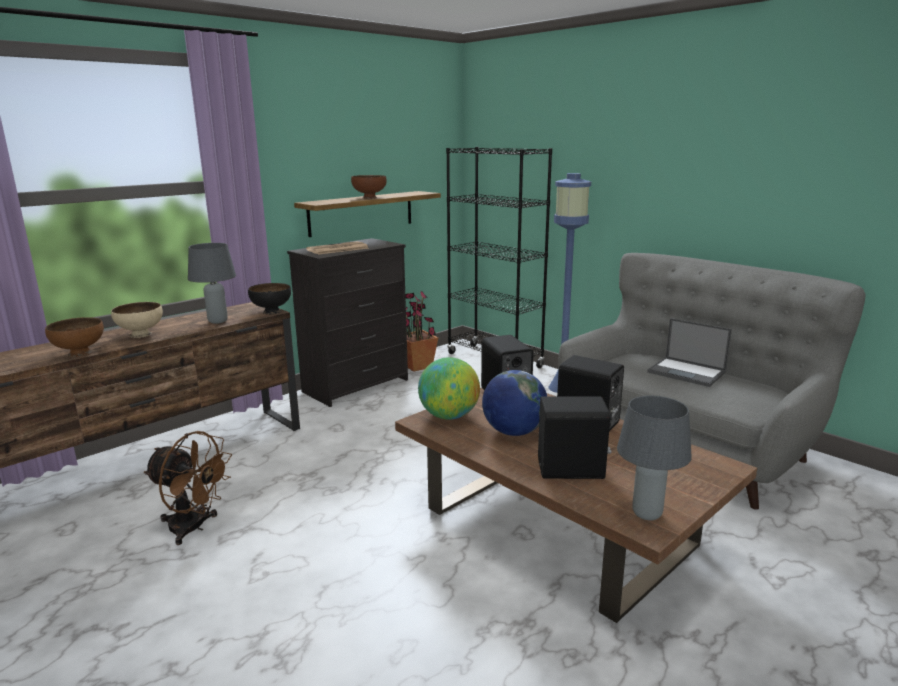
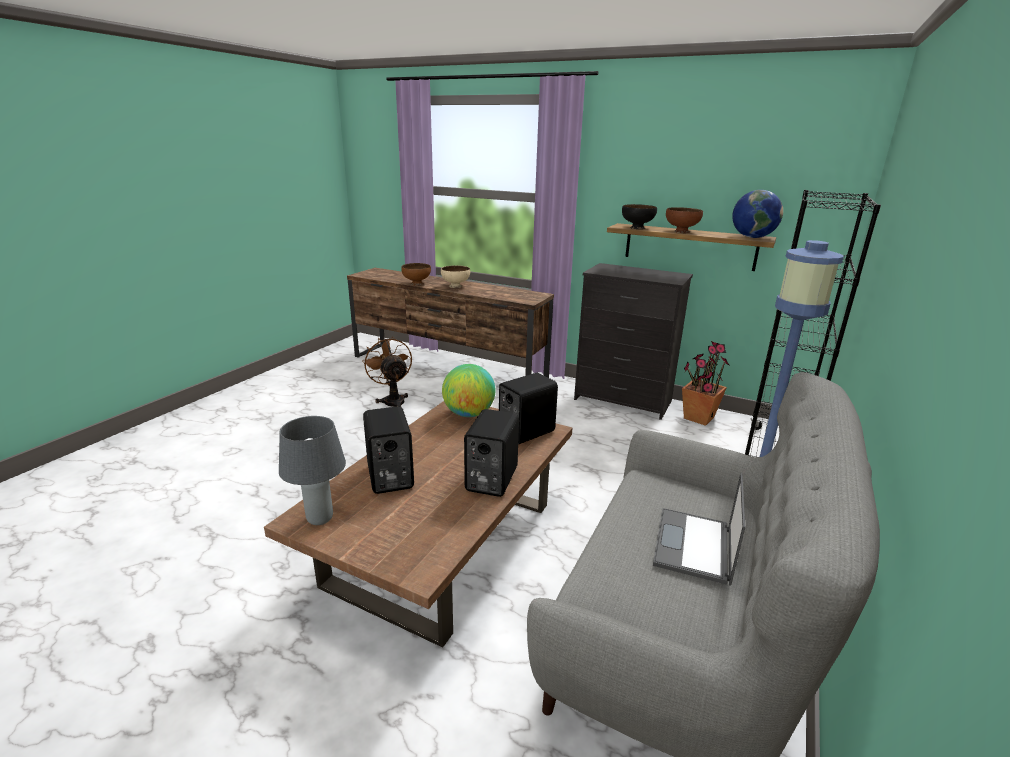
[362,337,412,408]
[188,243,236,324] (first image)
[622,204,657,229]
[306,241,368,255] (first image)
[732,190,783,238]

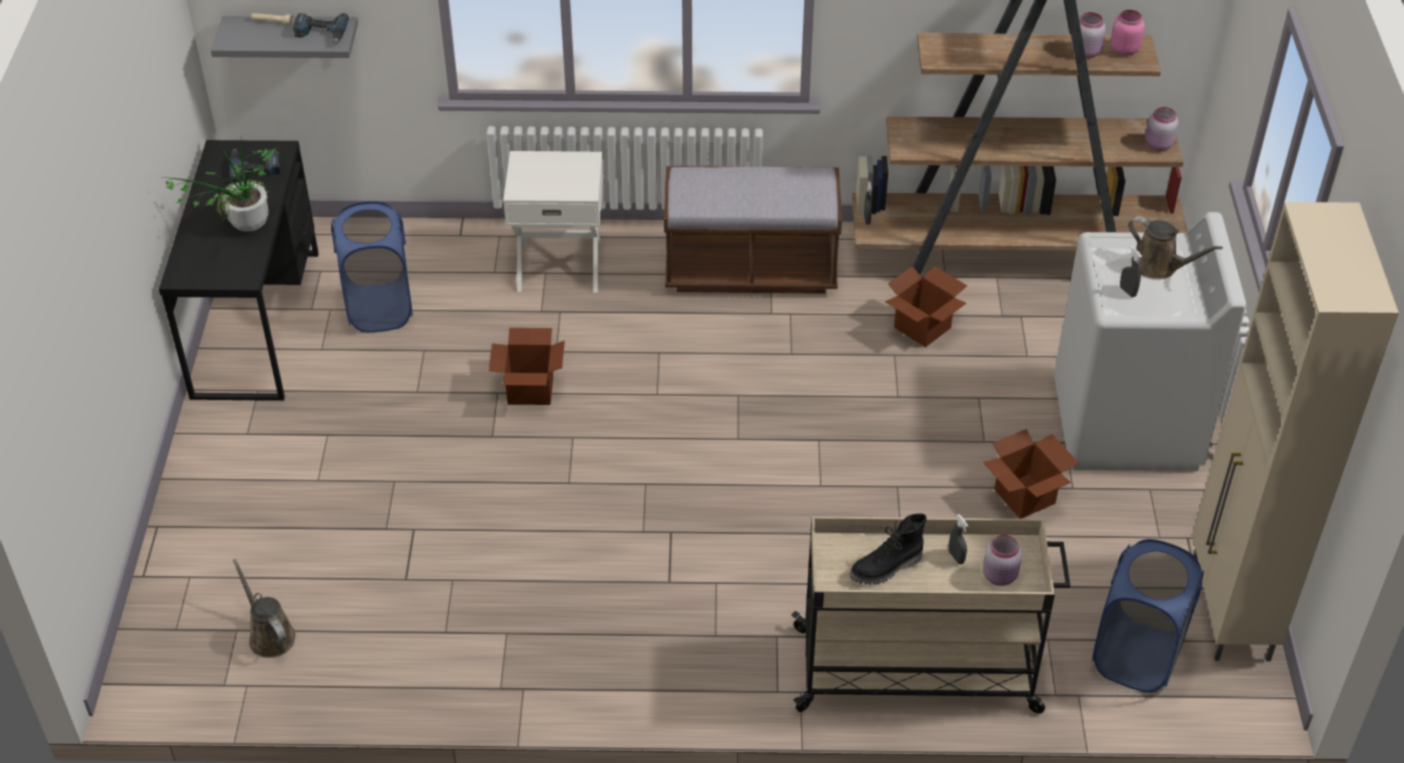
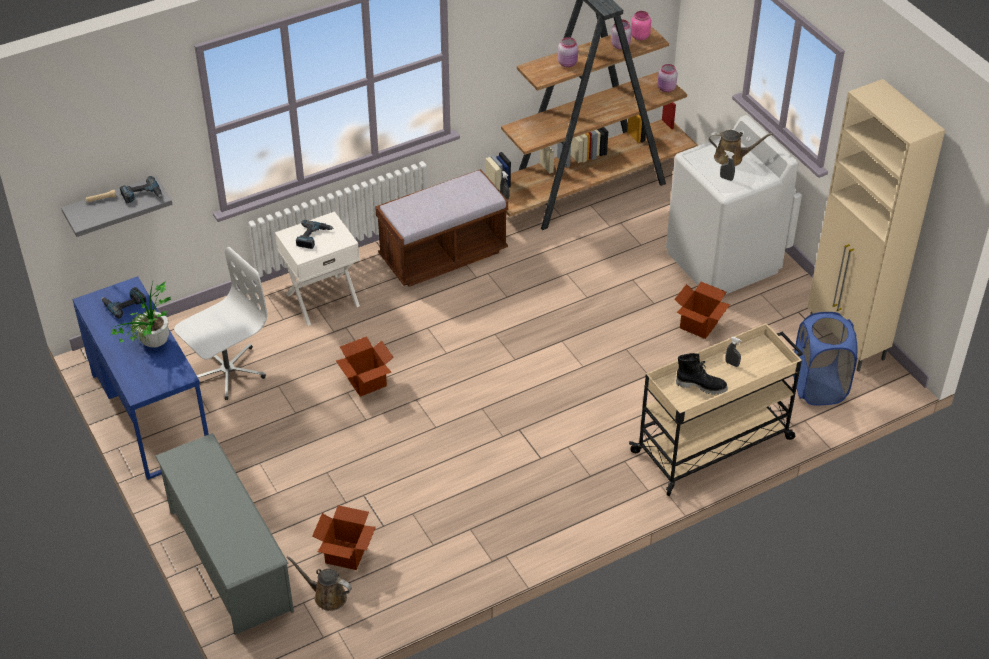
[73,276,209,480]
[174,247,268,400]
[676,353,728,395]
[312,505,376,570]
[558,37,578,67]
[155,433,294,635]
[296,220,334,249]

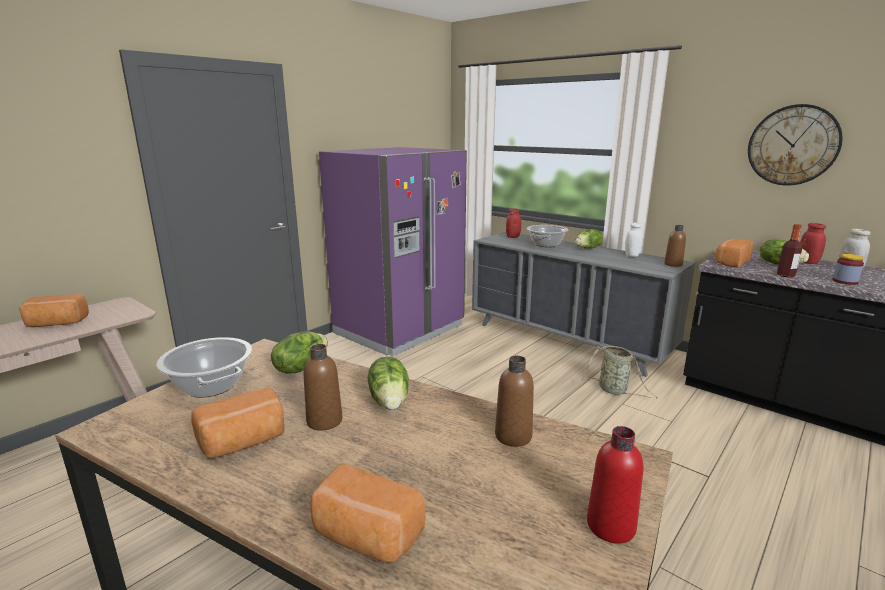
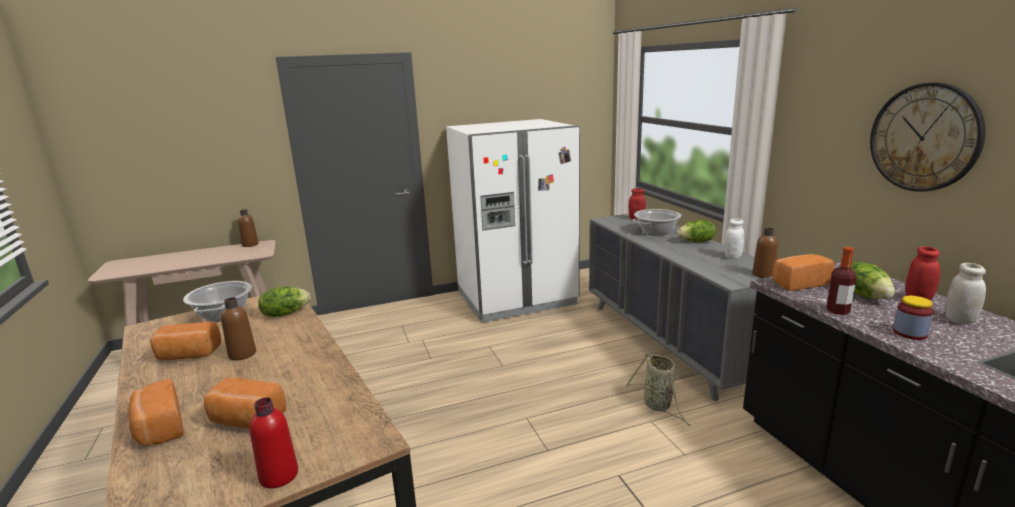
[204,377,286,428]
[446,119,580,322]
[368,356,409,410] (first image)
[238,209,259,247]

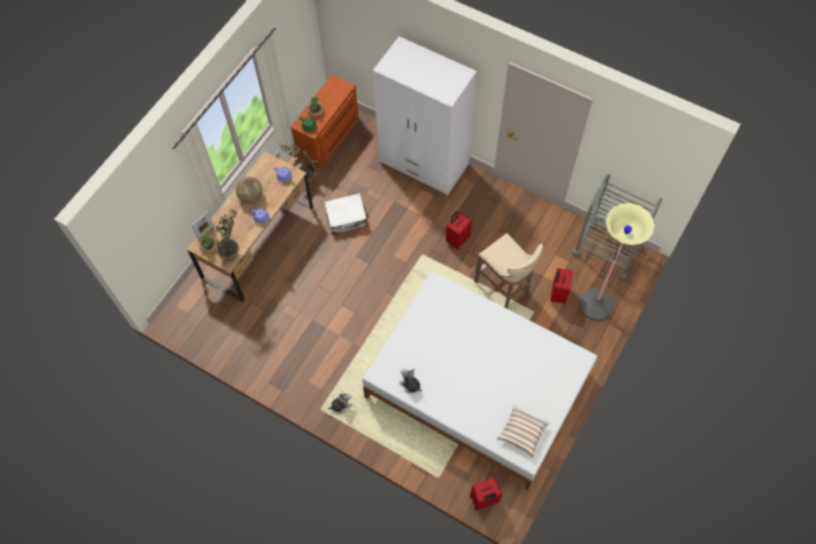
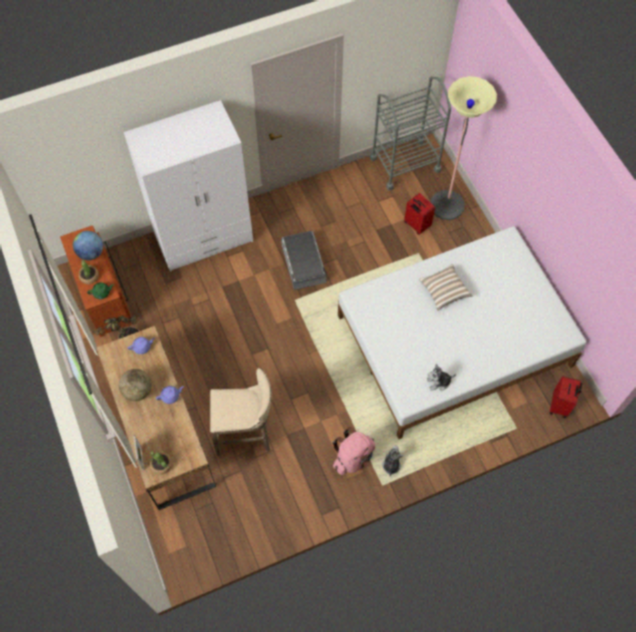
[216,208,239,261] (first image)
[324,193,368,235] (first image)
[281,231,327,290]
[210,368,272,456]
[419,264,473,311]
[73,231,103,260]
[332,427,375,475]

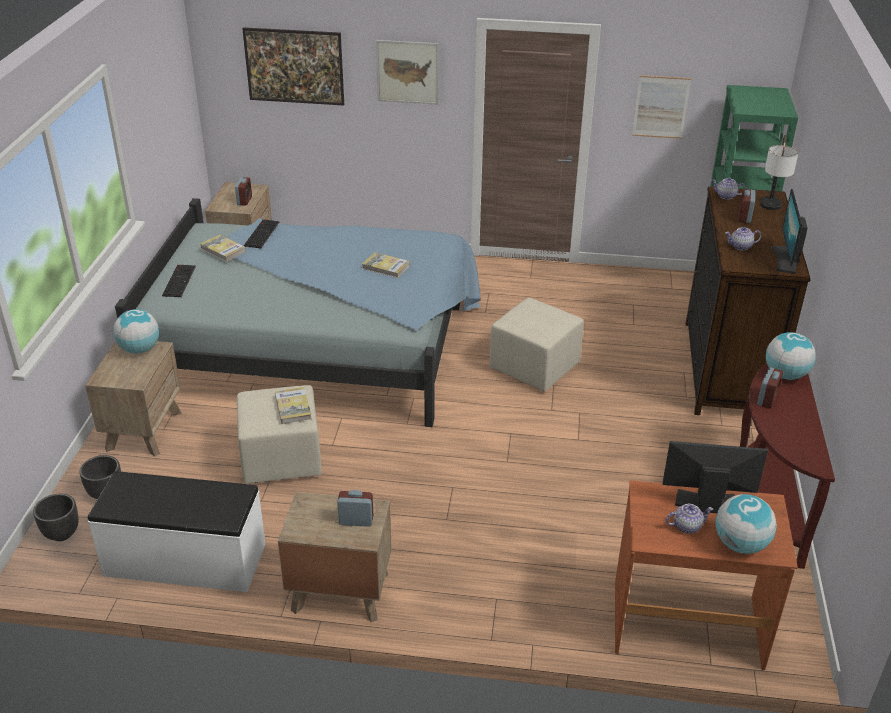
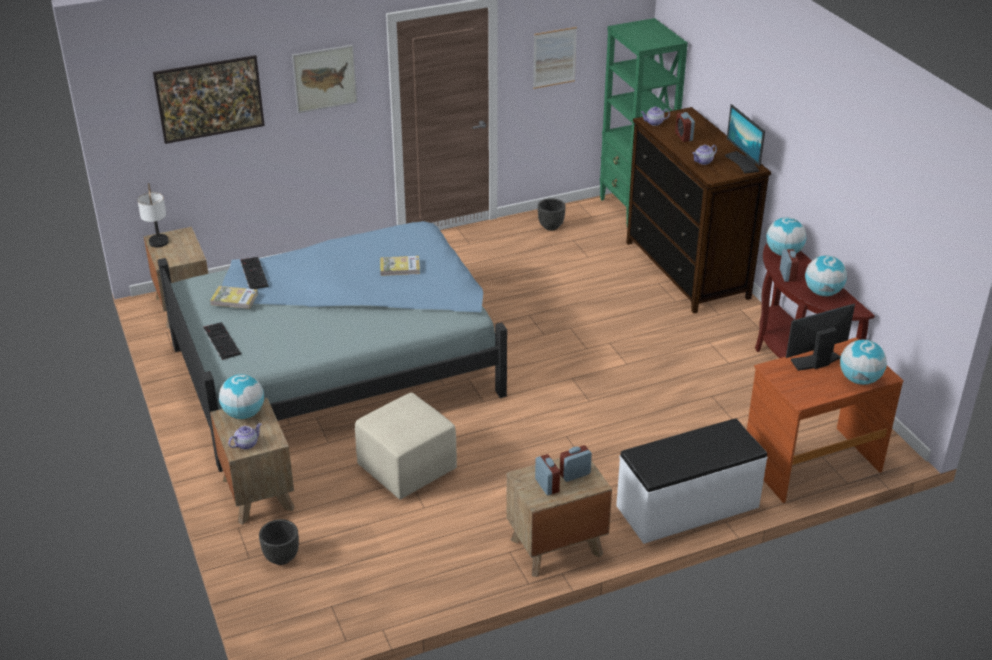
[538,198,565,231]
[616,418,768,544]
[535,454,560,496]
[275,387,312,424] (first image)
[489,298,584,392] (first image)
[228,423,261,450]
[137,183,169,248]
[805,255,847,296]

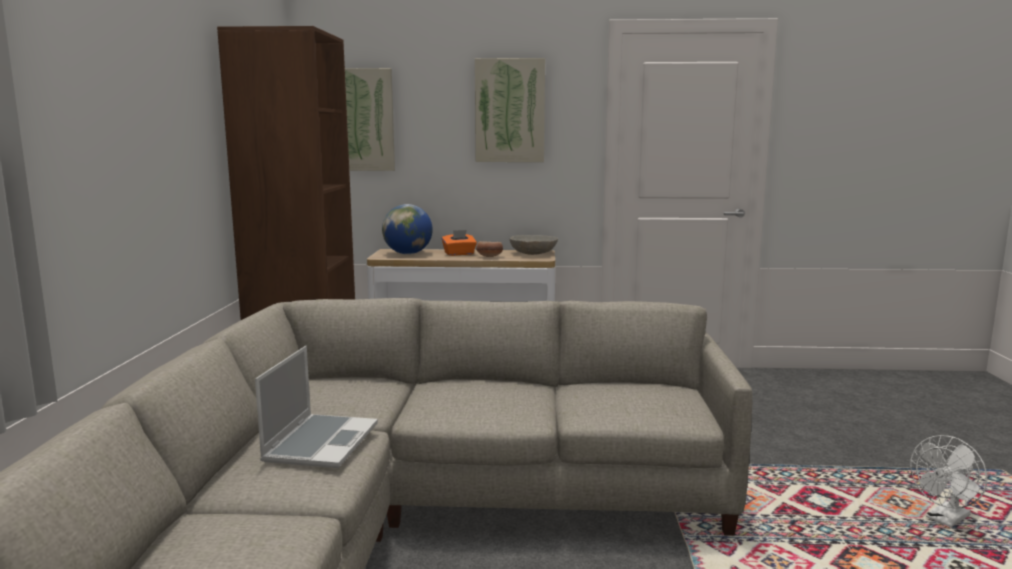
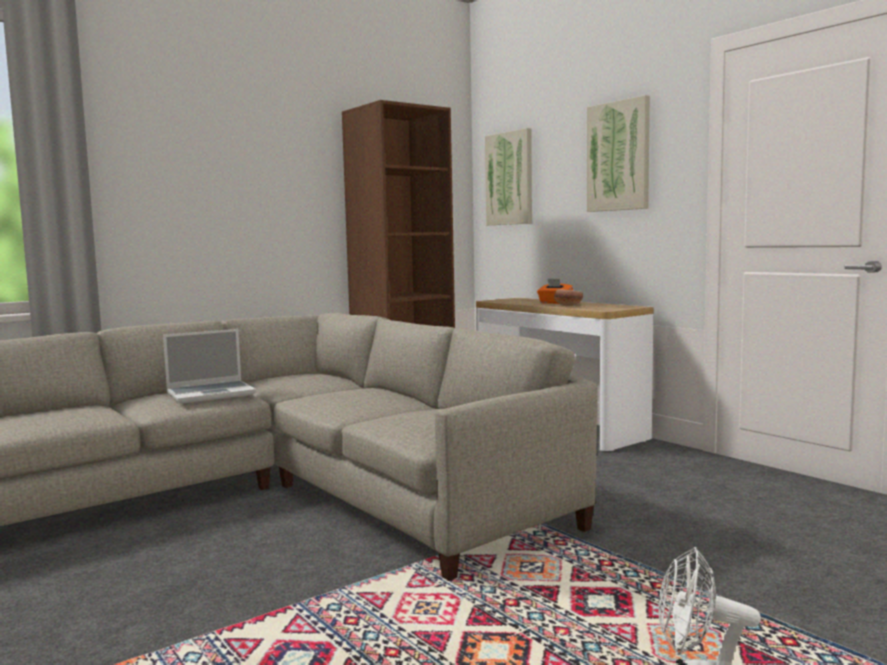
[382,204,433,254] (first image)
[510,235,558,255] (first image)

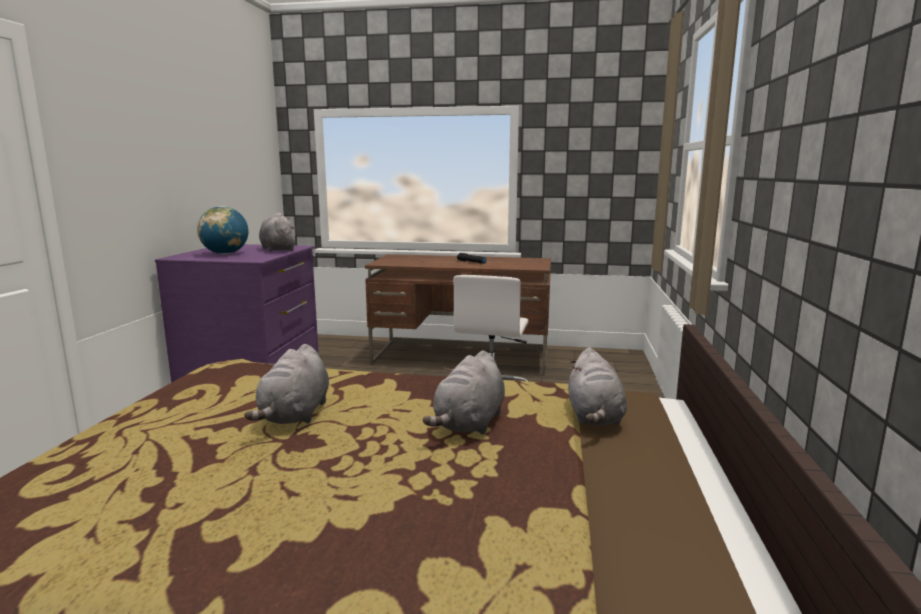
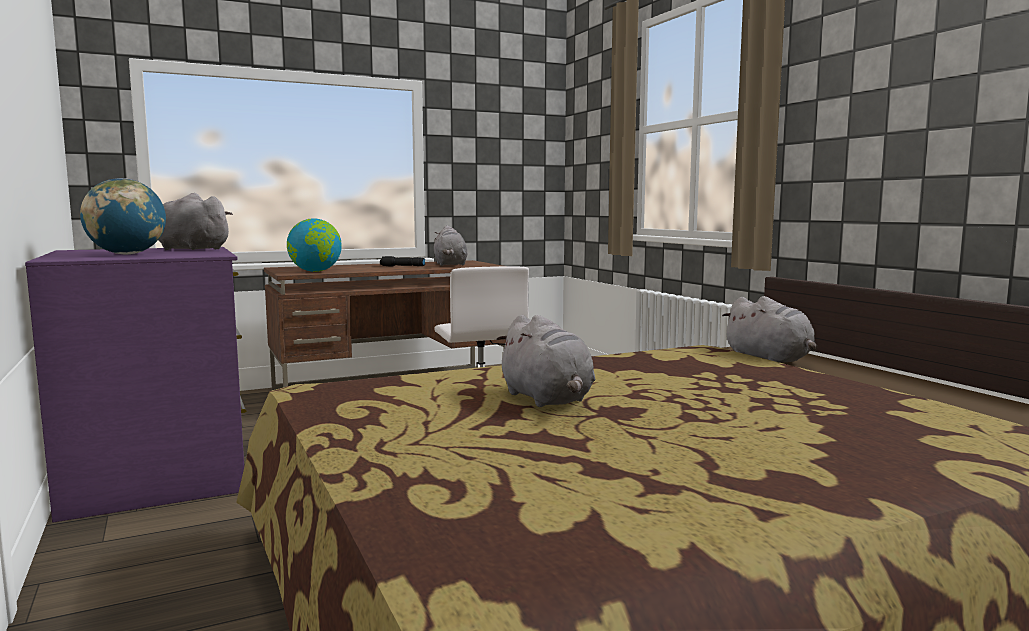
[434,225,468,266]
[287,218,342,272]

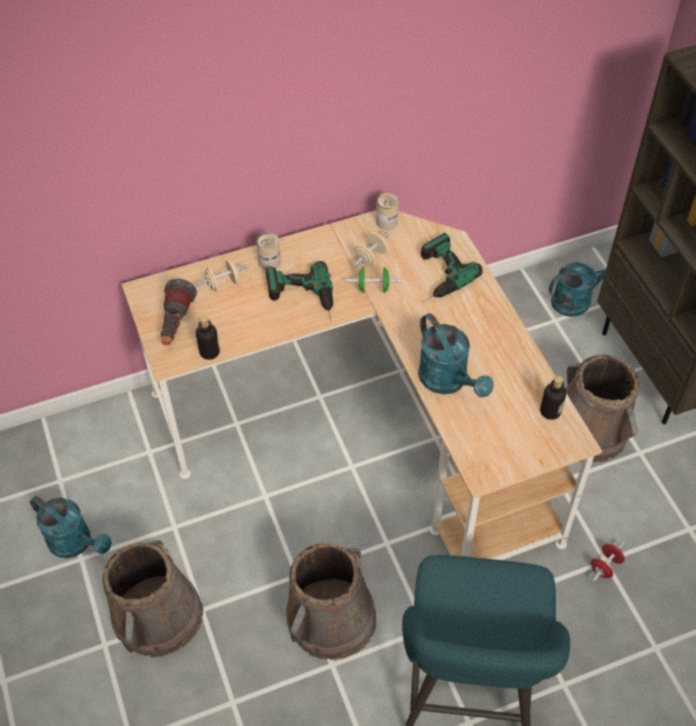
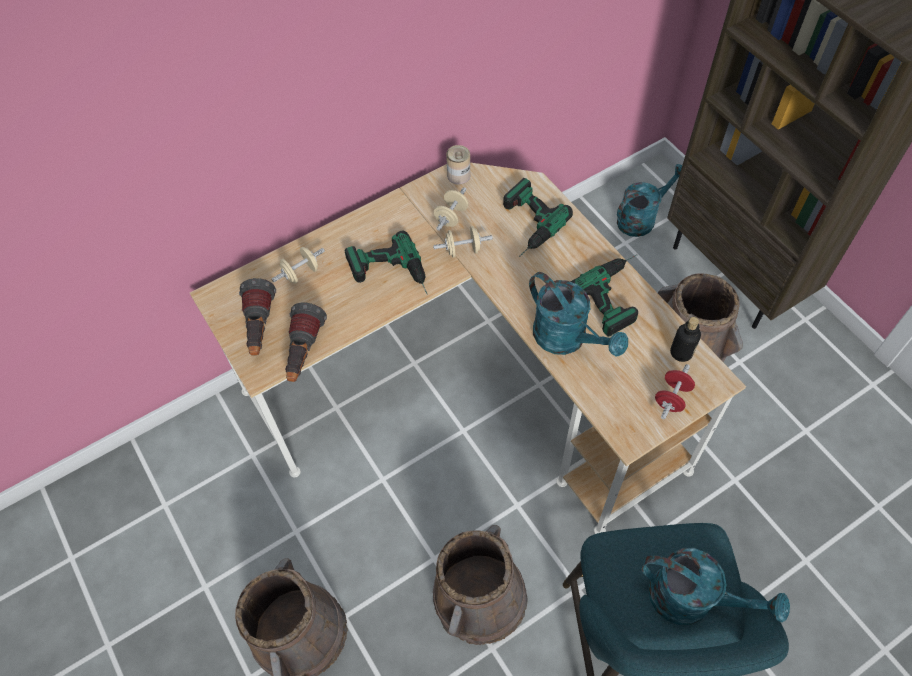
[642,548,790,625]
[285,303,327,382]
[256,233,281,270] (first image)
[433,226,493,258]
[655,364,695,419]
[571,255,638,337]

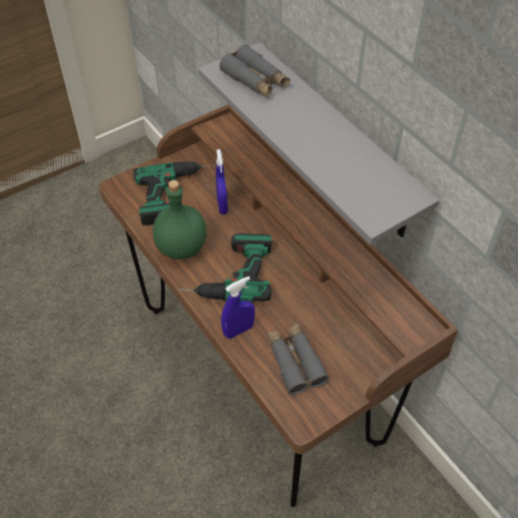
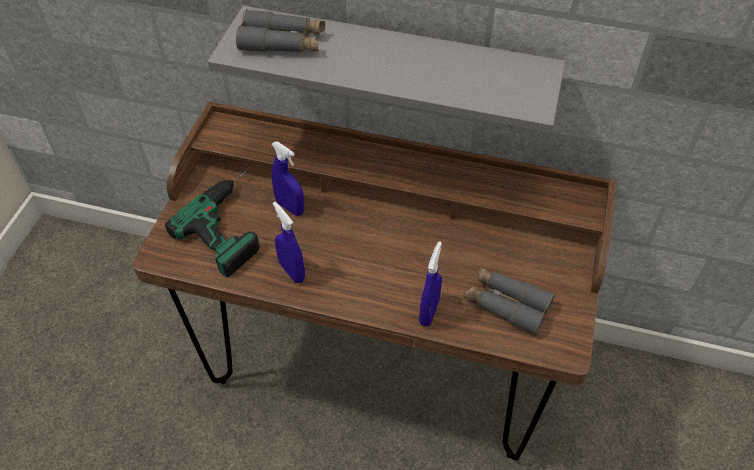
[273,202,305,283]
[178,233,271,302] (first image)

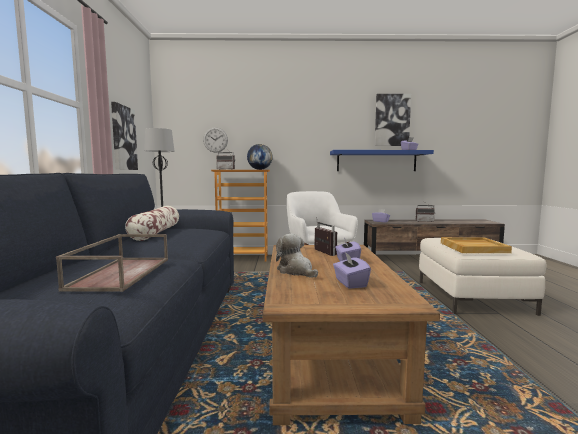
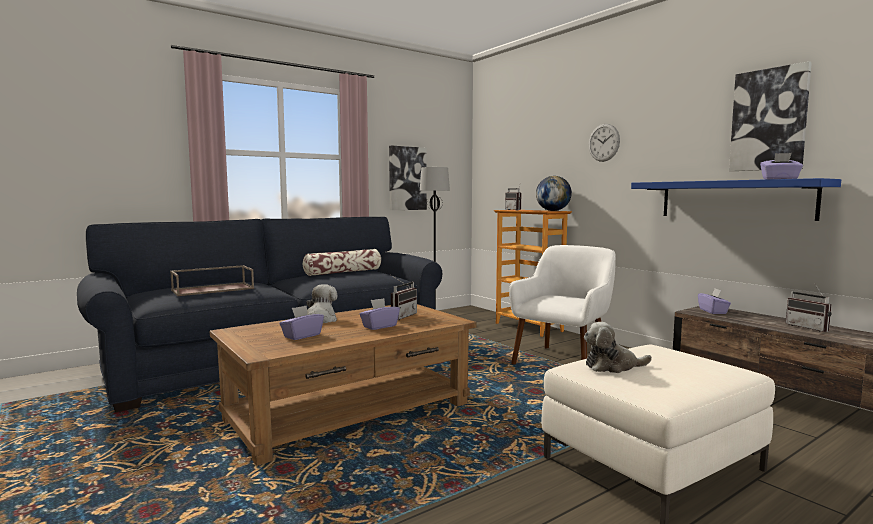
[589,124,620,162]
[584,322,652,373]

